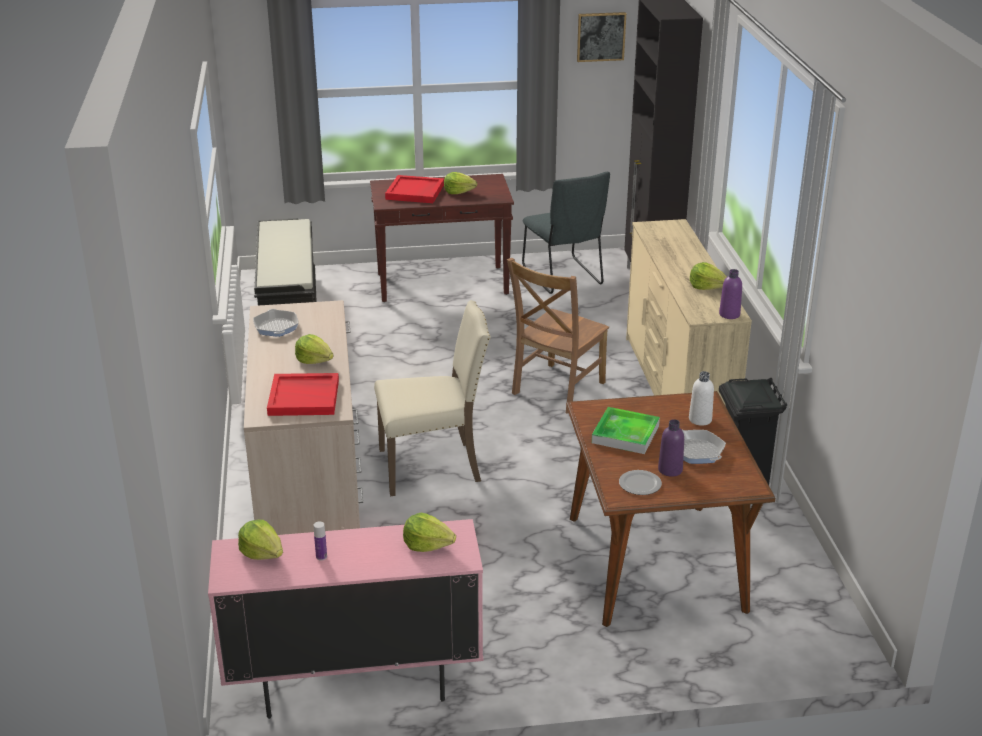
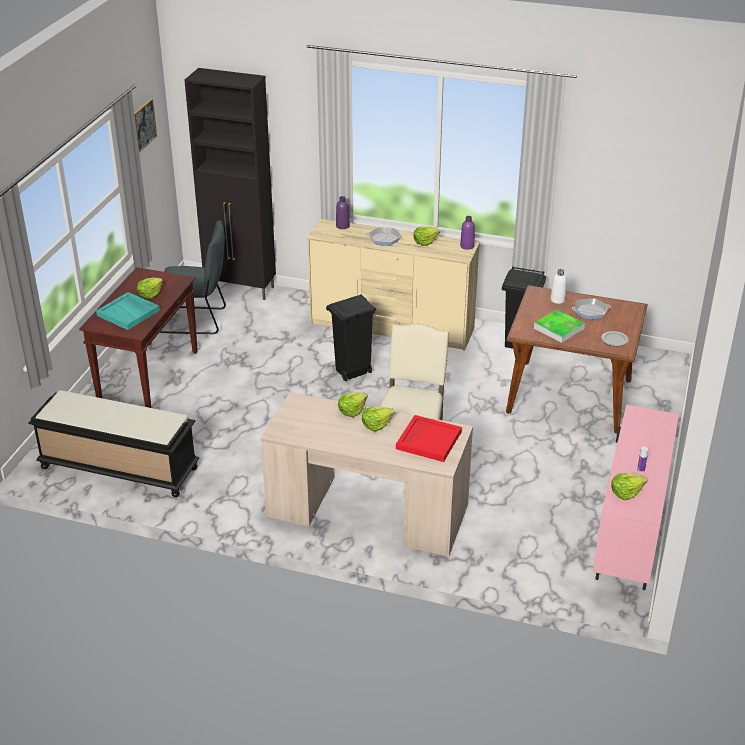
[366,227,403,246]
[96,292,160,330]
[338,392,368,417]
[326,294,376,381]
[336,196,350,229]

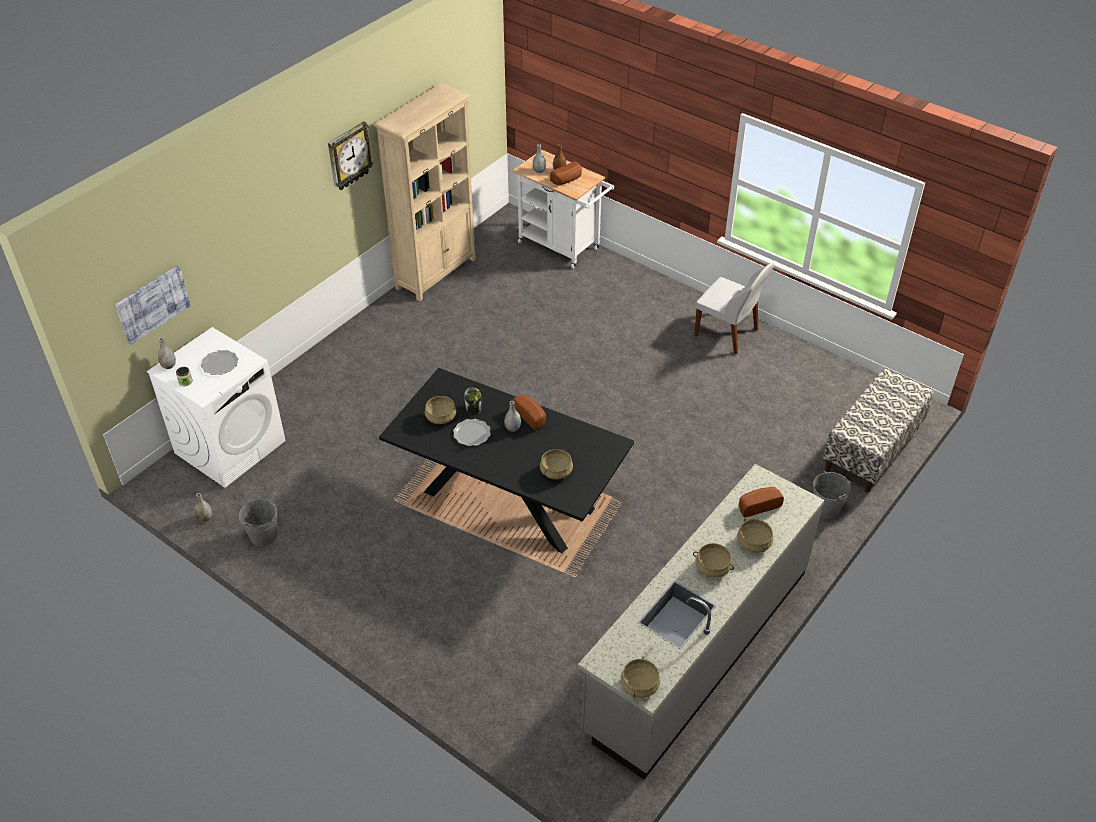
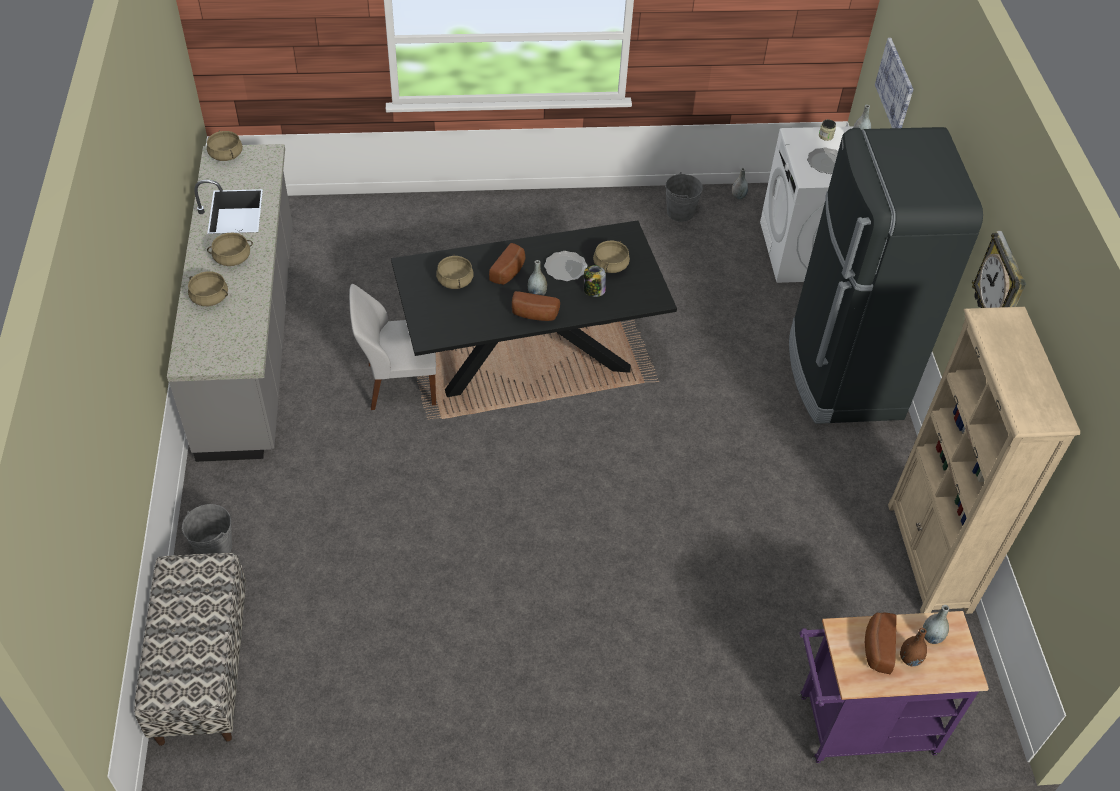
[798,611,989,763]
[349,284,436,410]
[489,243,525,285]
[789,127,983,424]

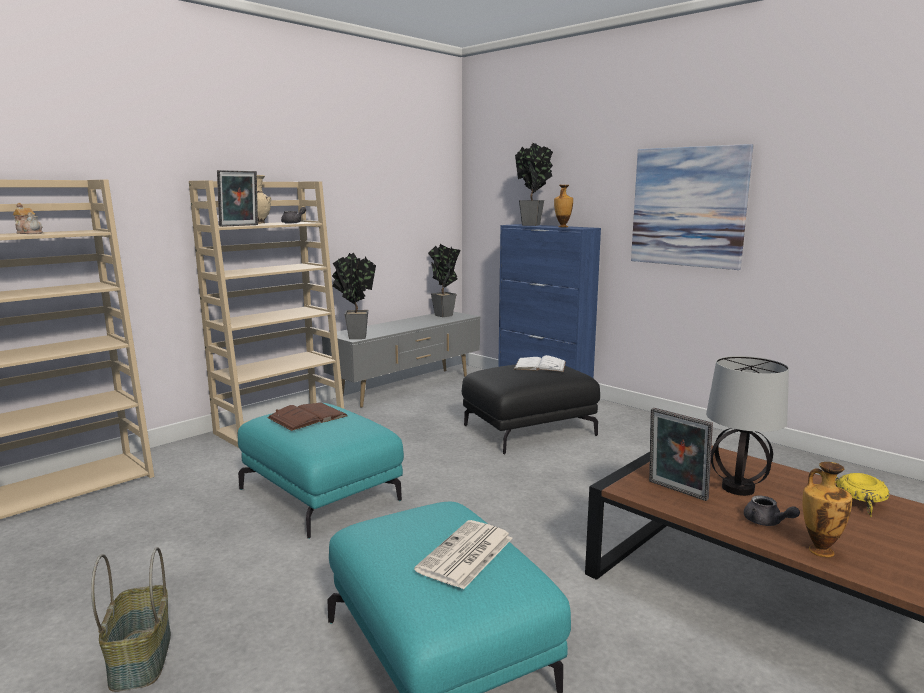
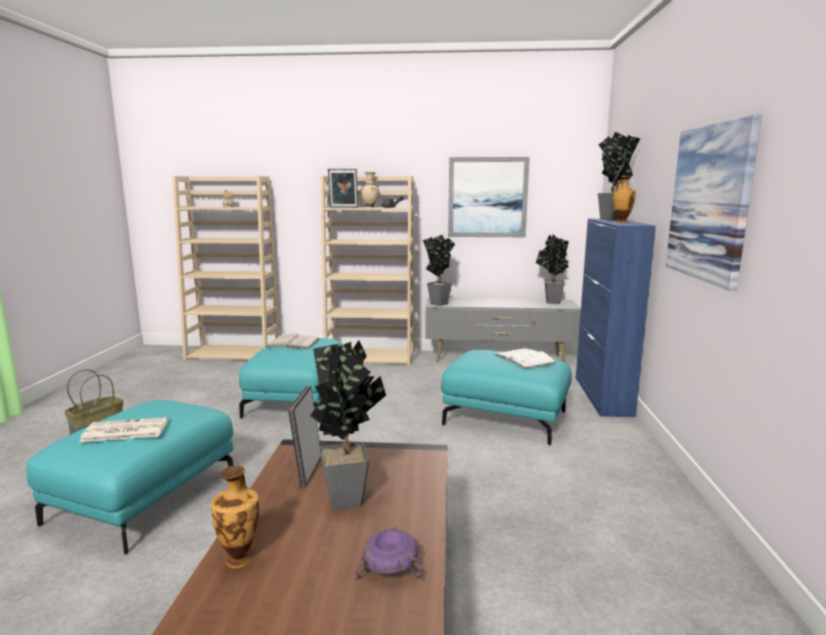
[265,333,319,349]
[441,350,572,446]
[310,340,386,510]
[744,496,800,526] (first image)
[356,526,424,580]
[448,157,530,237]

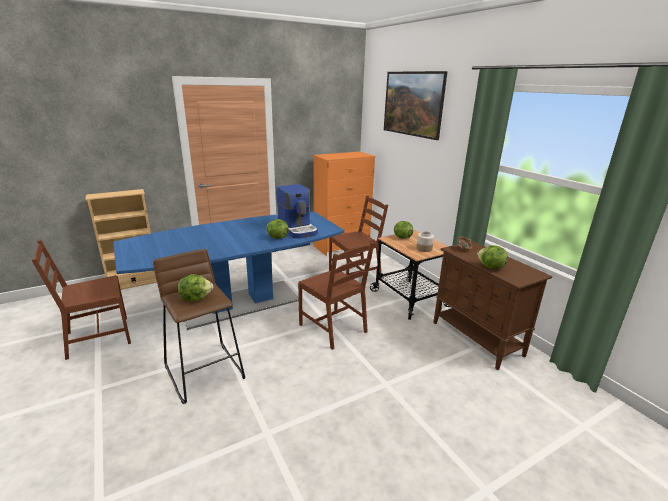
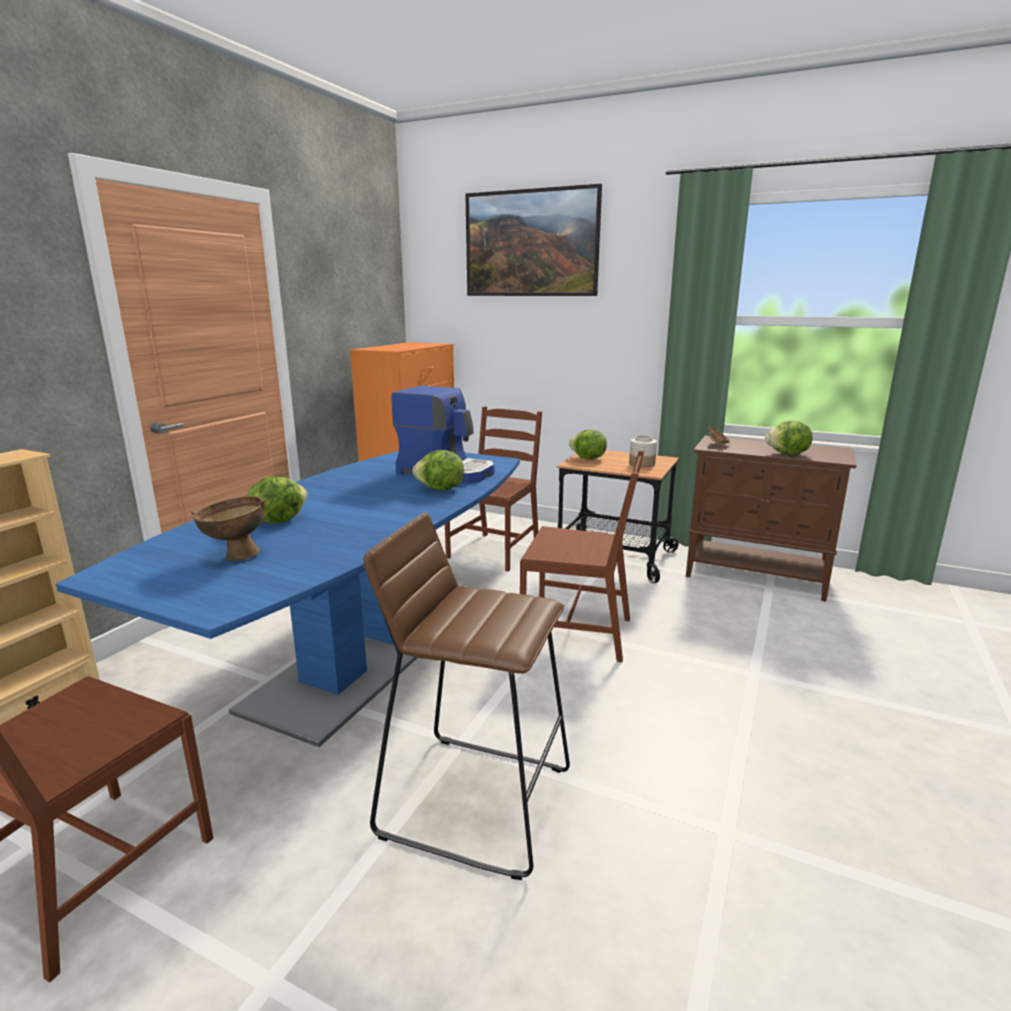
[247,477,308,524]
[190,496,265,562]

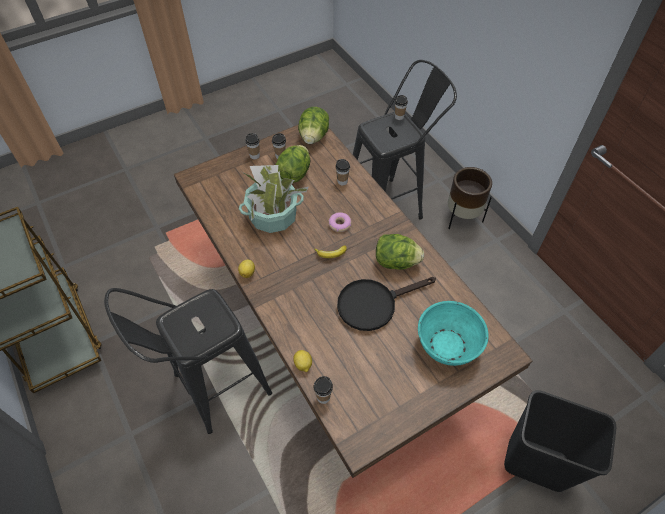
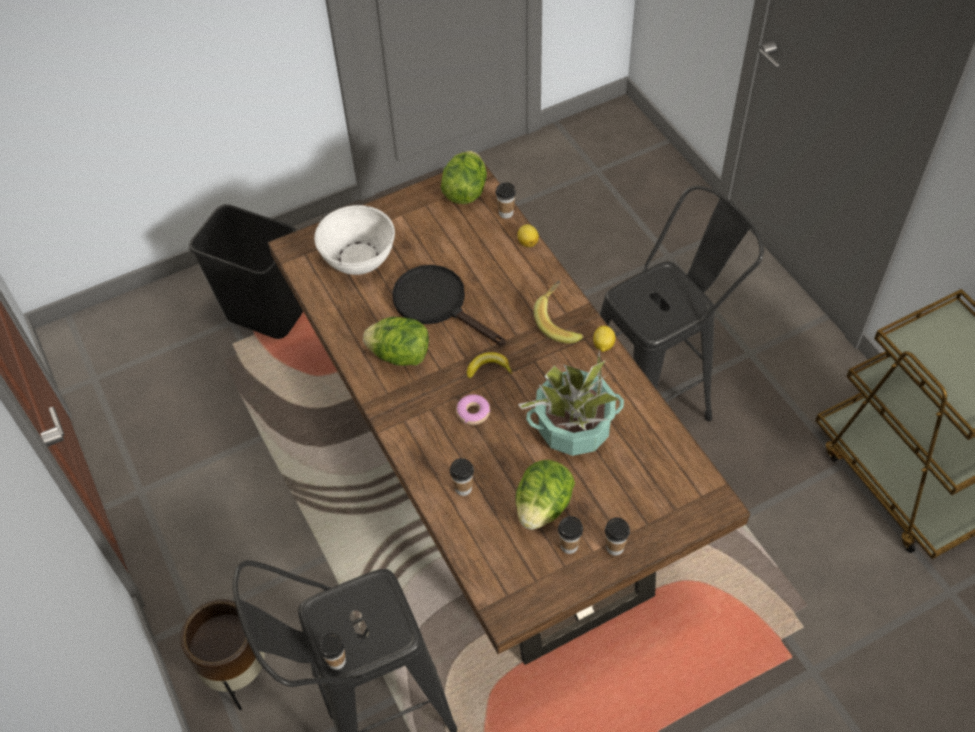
[441,151,487,204]
[392,265,506,346]
[314,205,395,275]
[534,280,583,344]

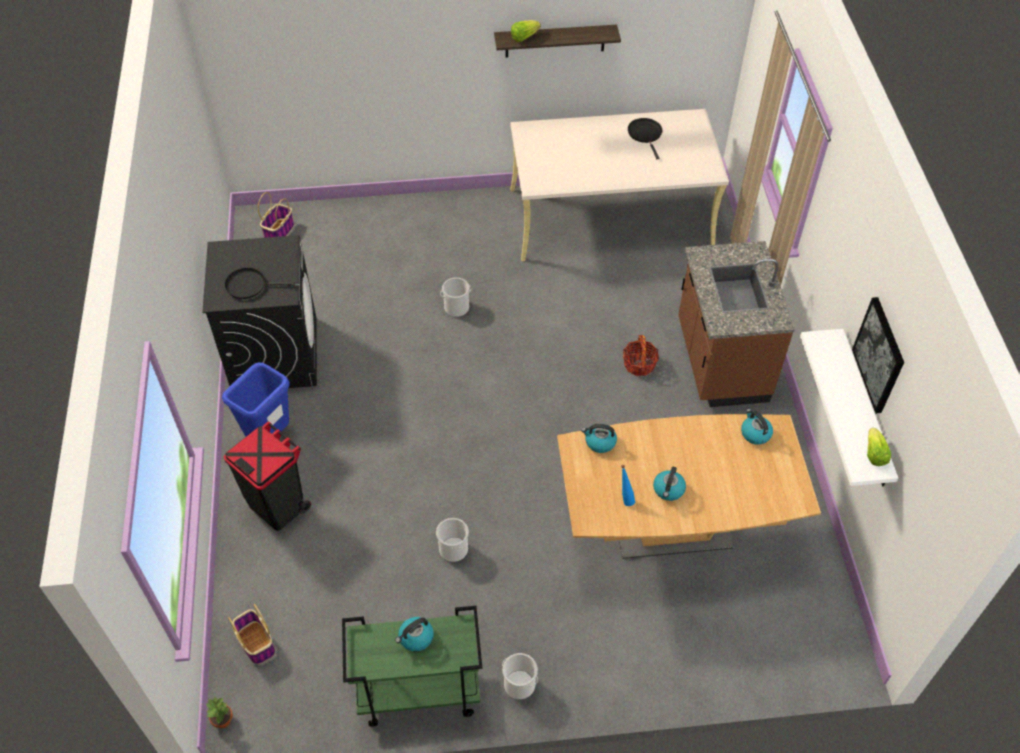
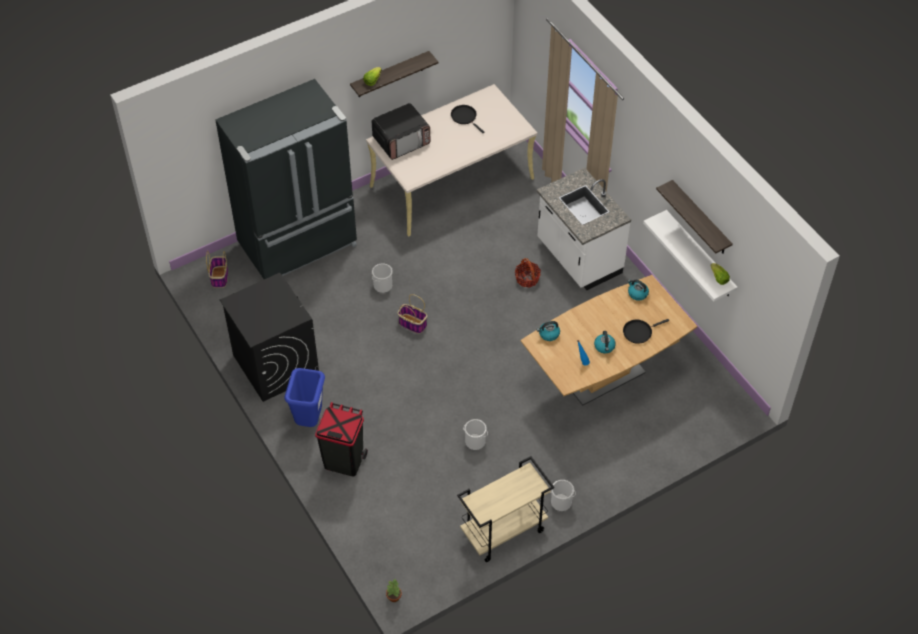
[623,319,669,344]
[398,294,427,334]
[457,456,554,562]
[395,617,434,651] (first image)
[537,168,631,290]
[656,180,733,254]
[215,79,357,279]
[372,103,430,160]

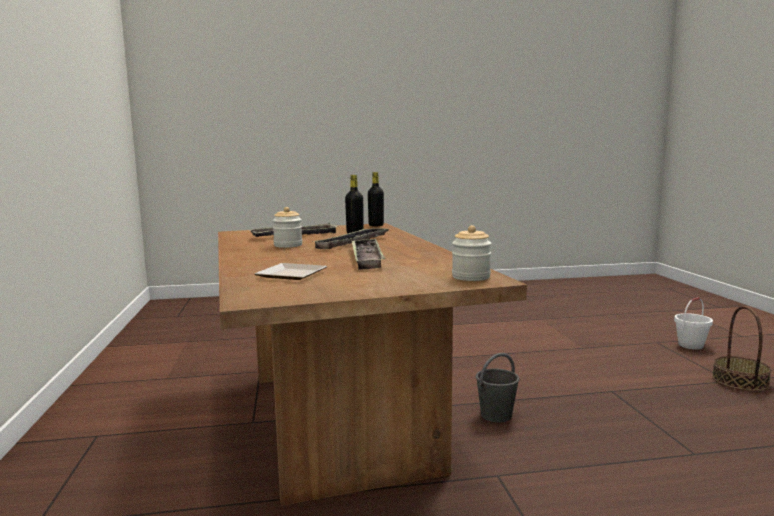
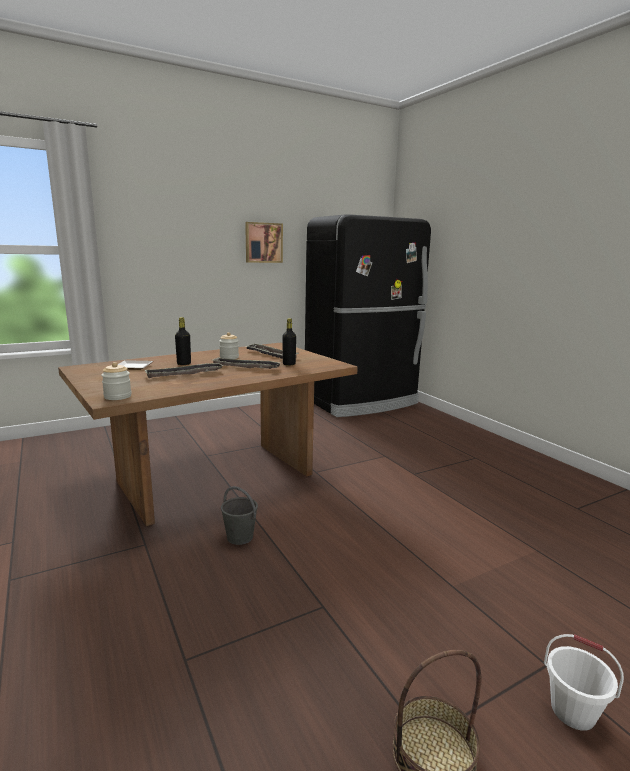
[175,317,191,365]
[245,222,283,263]
[305,214,431,417]

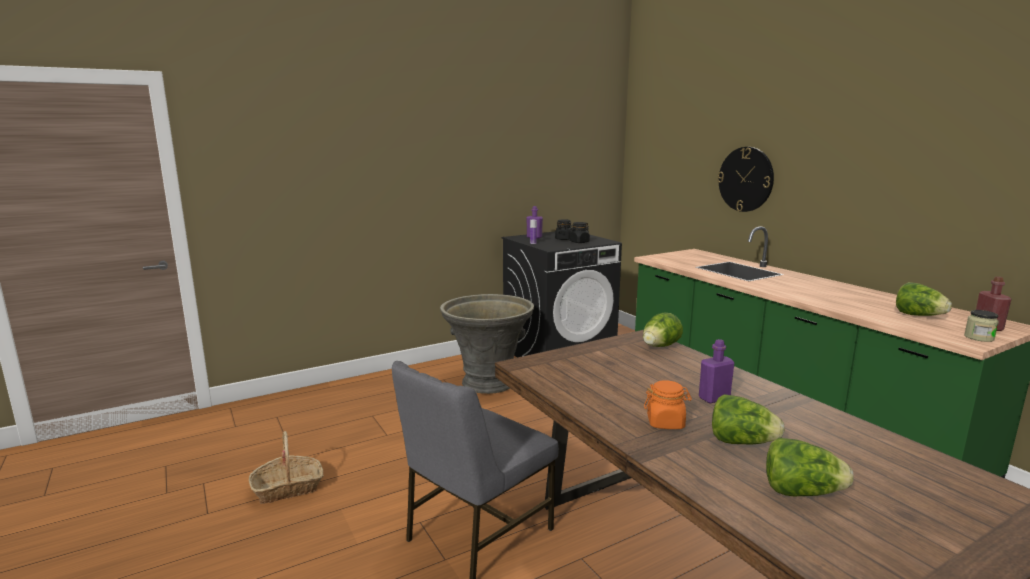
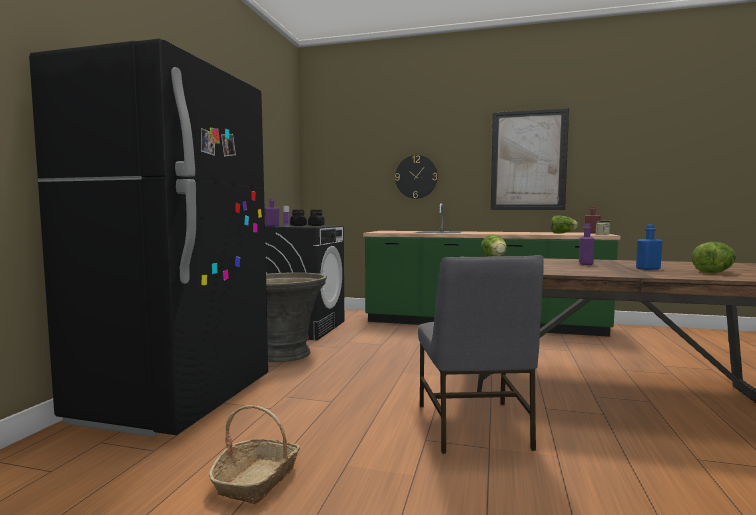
[644,380,692,429] (first image)
[636,224,663,270]
[29,38,268,437]
[491,108,569,210]

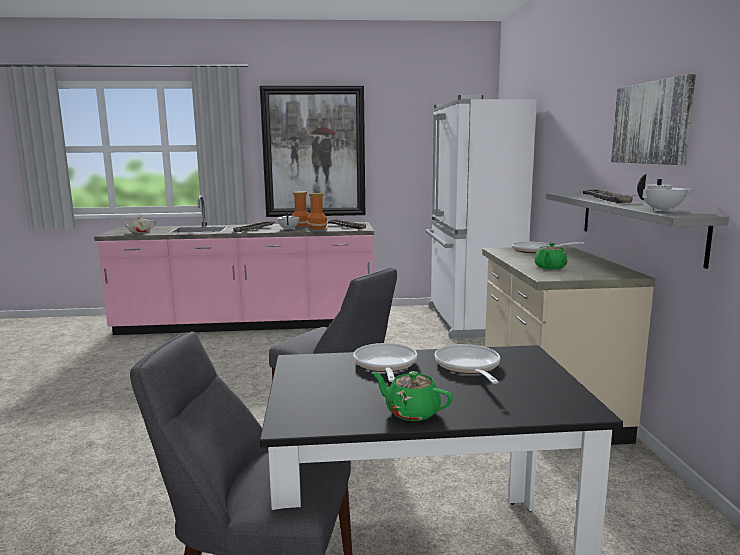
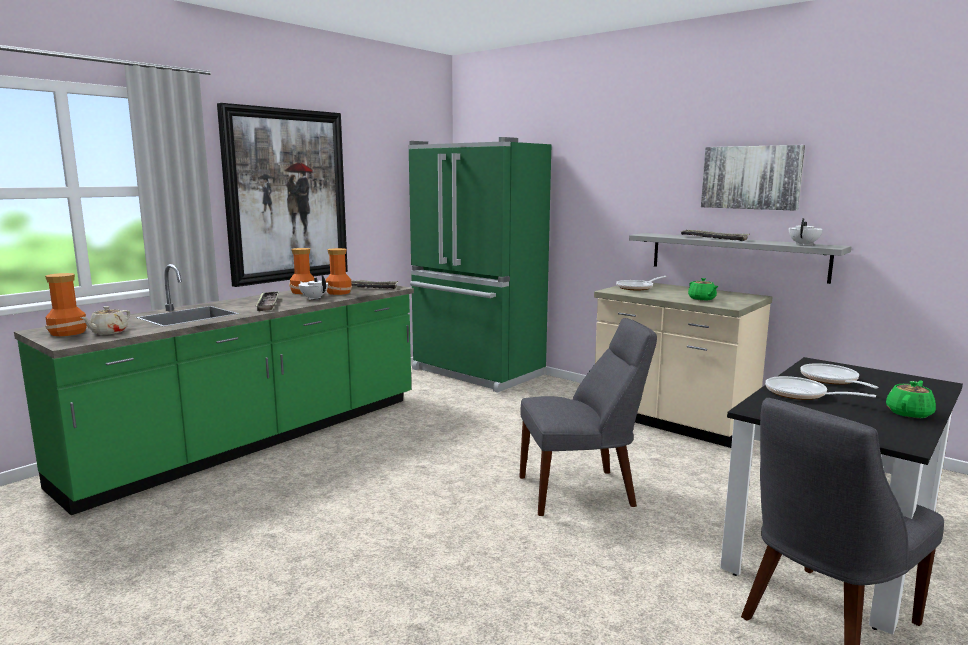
[14,264,414,515]
[886,381,936,418]
[408,137,551,393]
[800,363,878,389]
[45,273,87,336]

